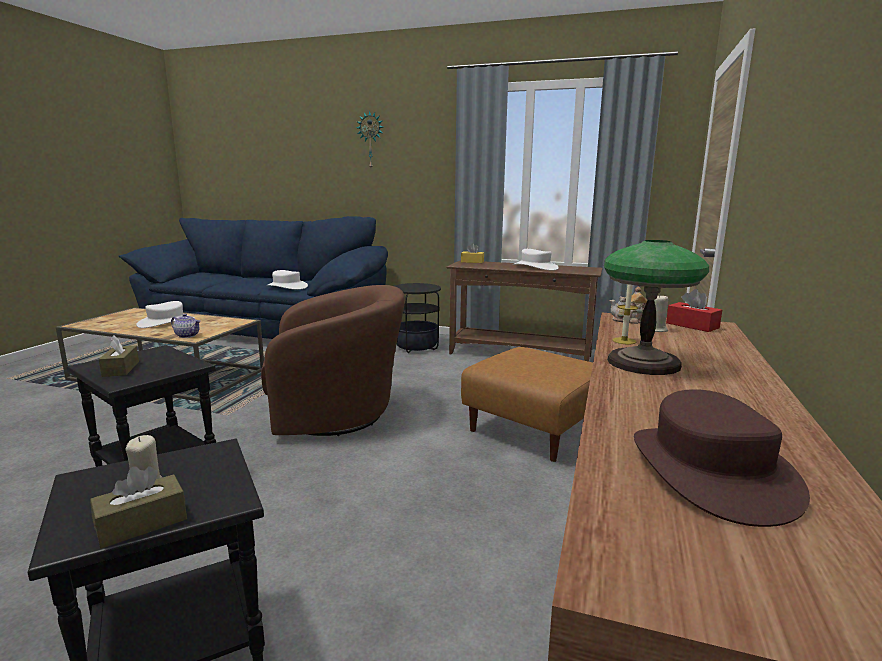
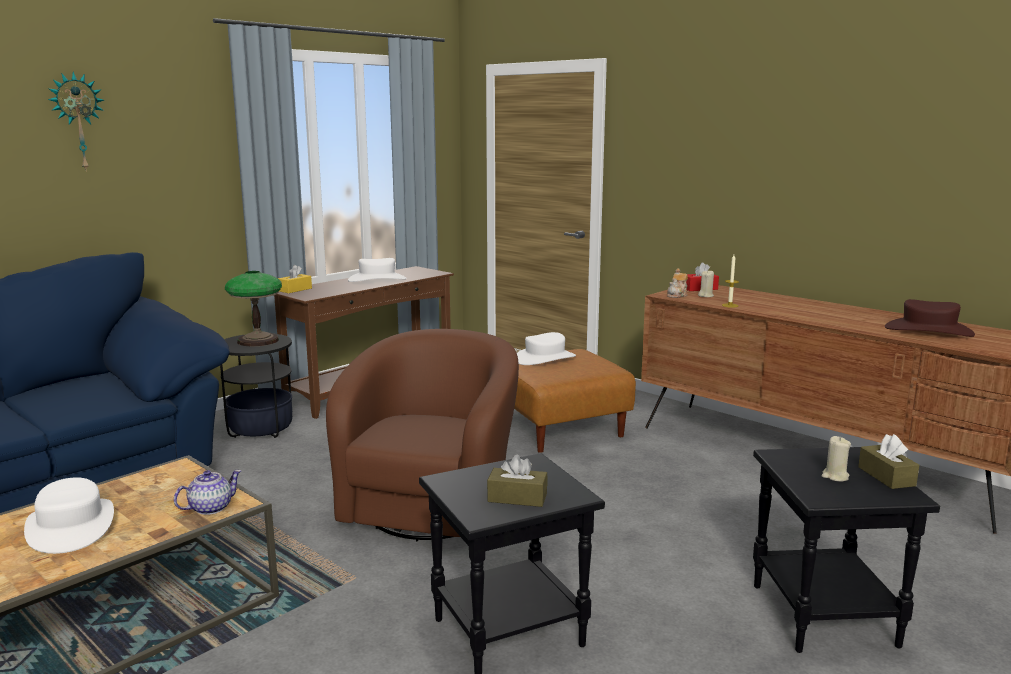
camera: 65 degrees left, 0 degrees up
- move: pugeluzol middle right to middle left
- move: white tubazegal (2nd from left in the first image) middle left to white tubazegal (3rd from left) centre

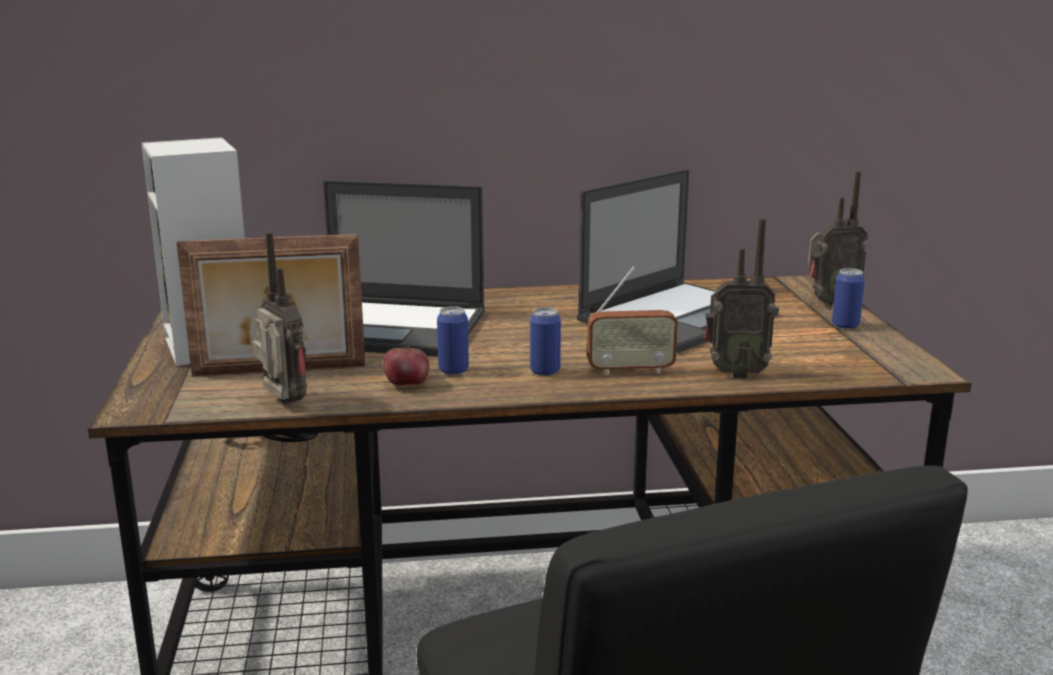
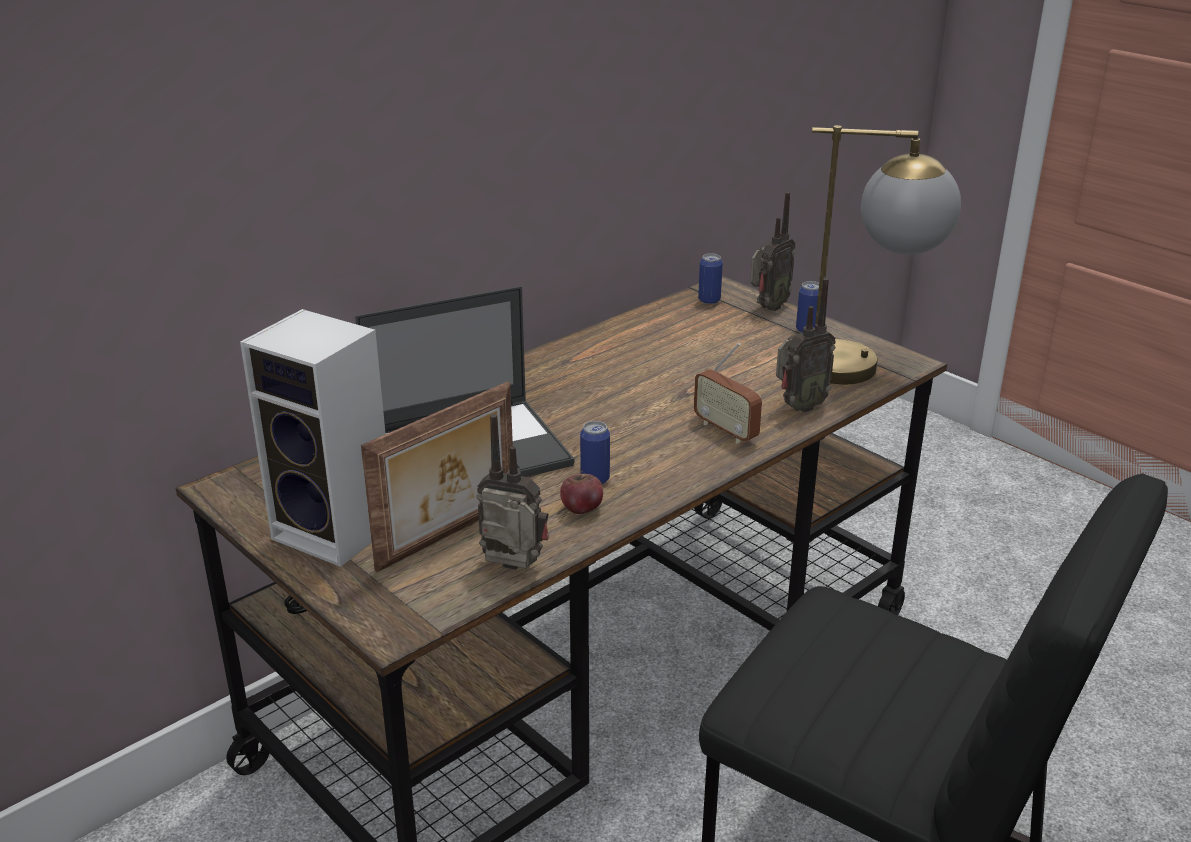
camera: 35 degrees left, 10 degrees up
- rotate: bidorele (2nd from left) centre = centre 90 degrees clockwise
- move: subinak (2nd from left) centre to top centre
- insert: pugeluzol top right
- delete: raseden (2nd from left) centre

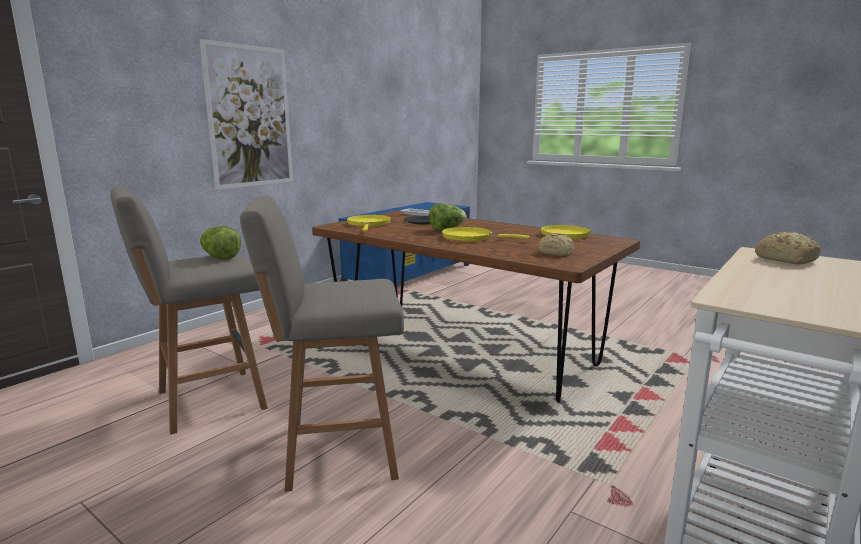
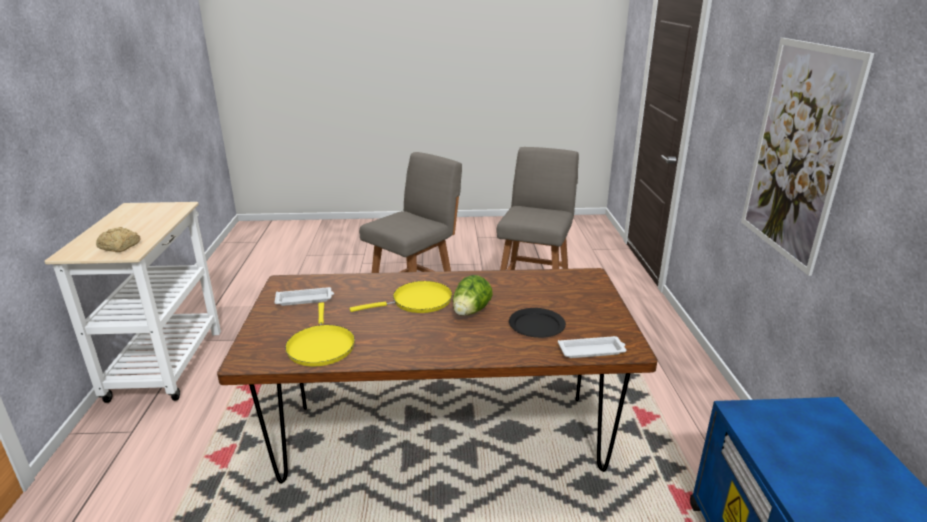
camera: 140 degrees right, 10 degrees up
- replace: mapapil (1st from left) centre to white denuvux (1st from left) middle left
- delete: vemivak (1st from left) middle left
- delete: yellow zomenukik (1st from left) centre

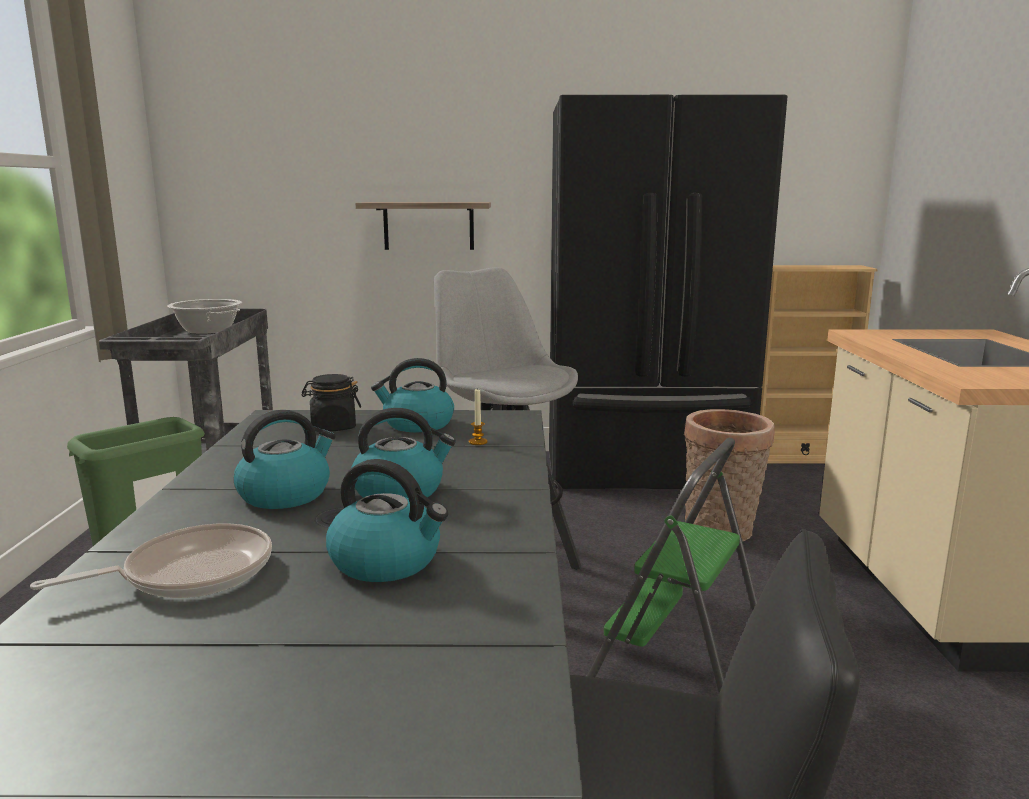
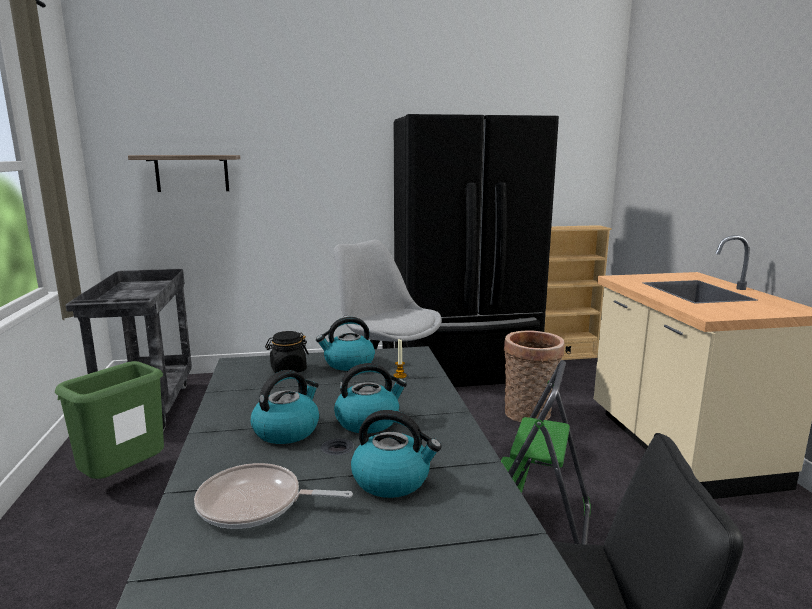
camera: 10 degrees left, 0 degrees up
- move: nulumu top centre to top left
- rotate: zomenukik bottom left = bottom centre 135 degrees counterclockwise
- delete: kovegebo middle left

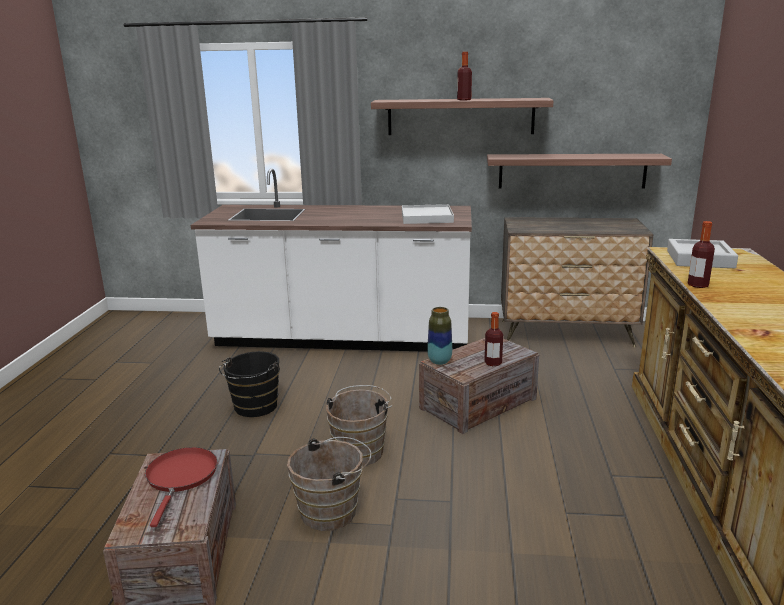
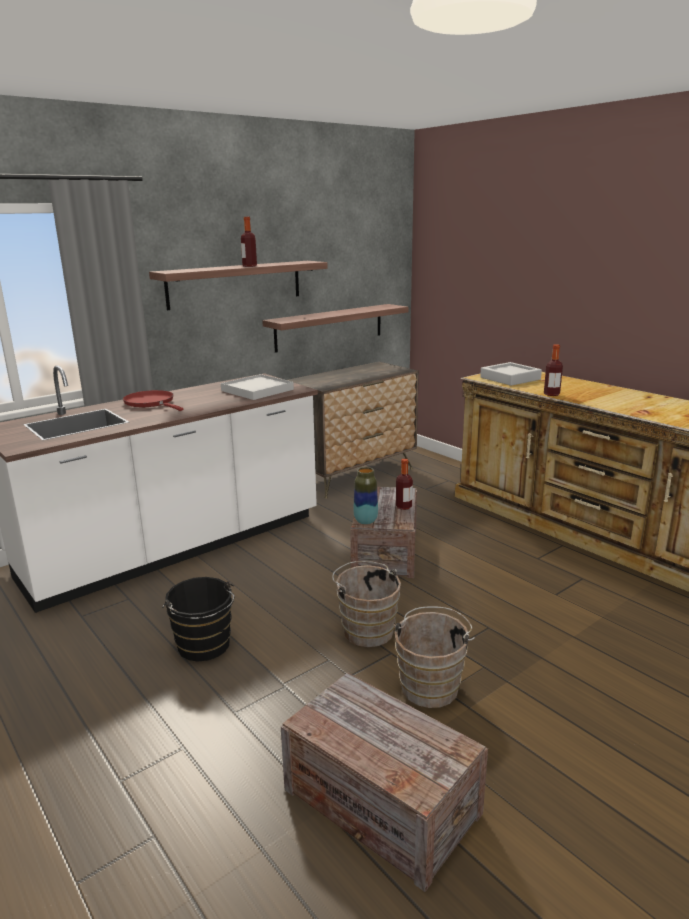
camera: 45 degrees left, 0 degrees up
- move: red zomenukik bottom left to middle left

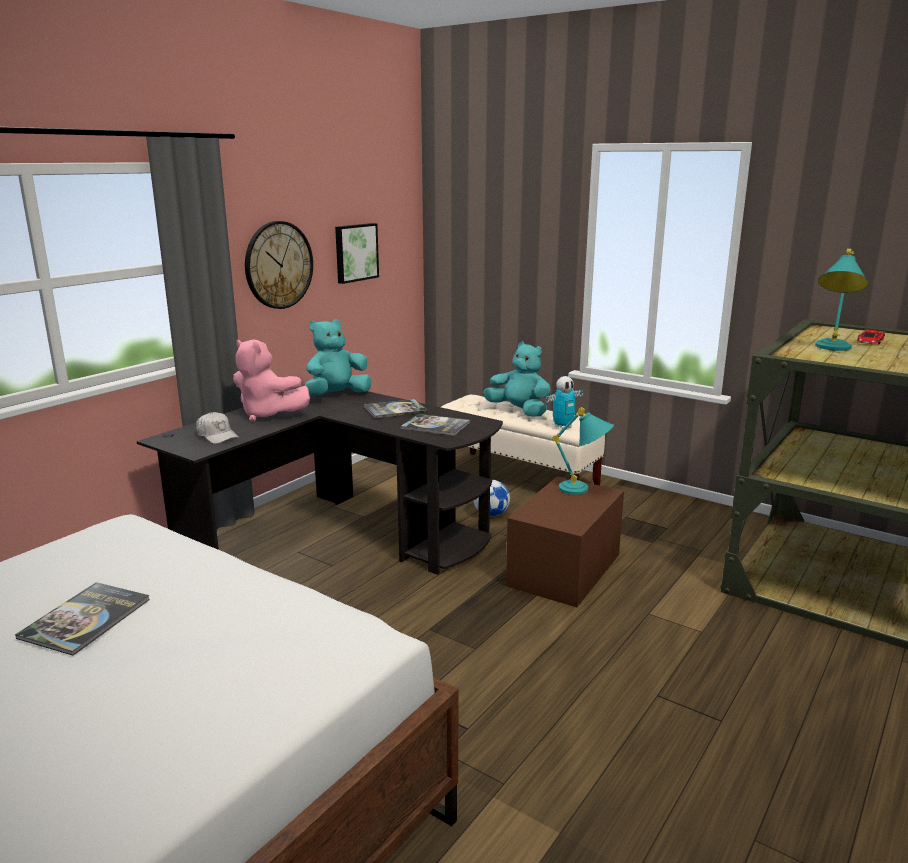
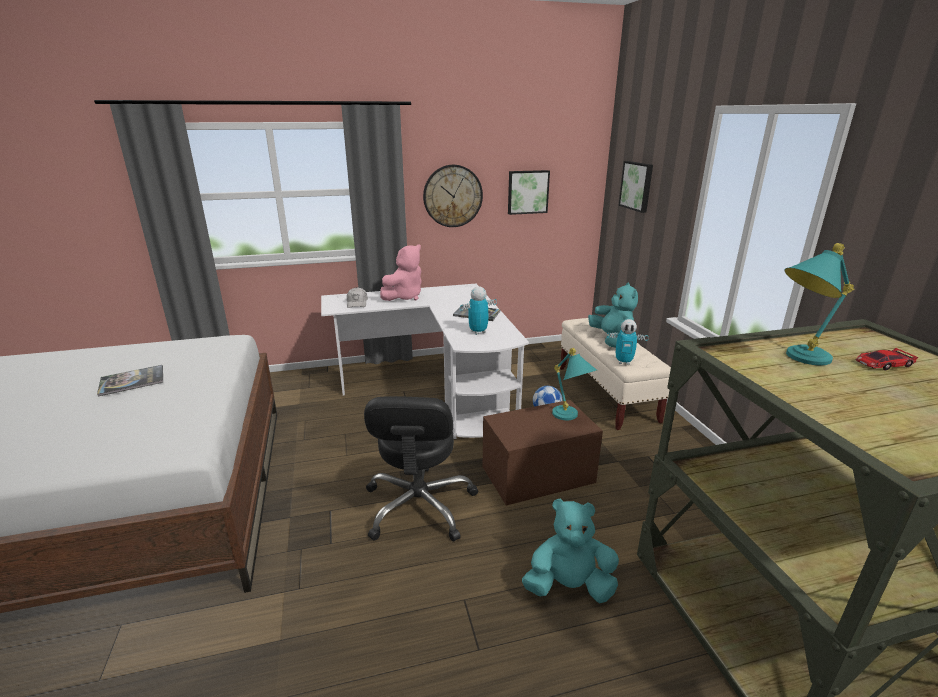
camera: 40 degrees right, 5 degrees up
- recolor: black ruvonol centre to white ruvonol centre
- insert: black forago bottom centre
- rotate: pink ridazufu middle left = centre 120 degrees counterclockwise
- replace: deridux (3rd from left) centre to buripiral (1st from left) centre
- move: turquoise ridazufu (1st from left) centre to bottom centre
- insert: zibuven (2nd from left) top right

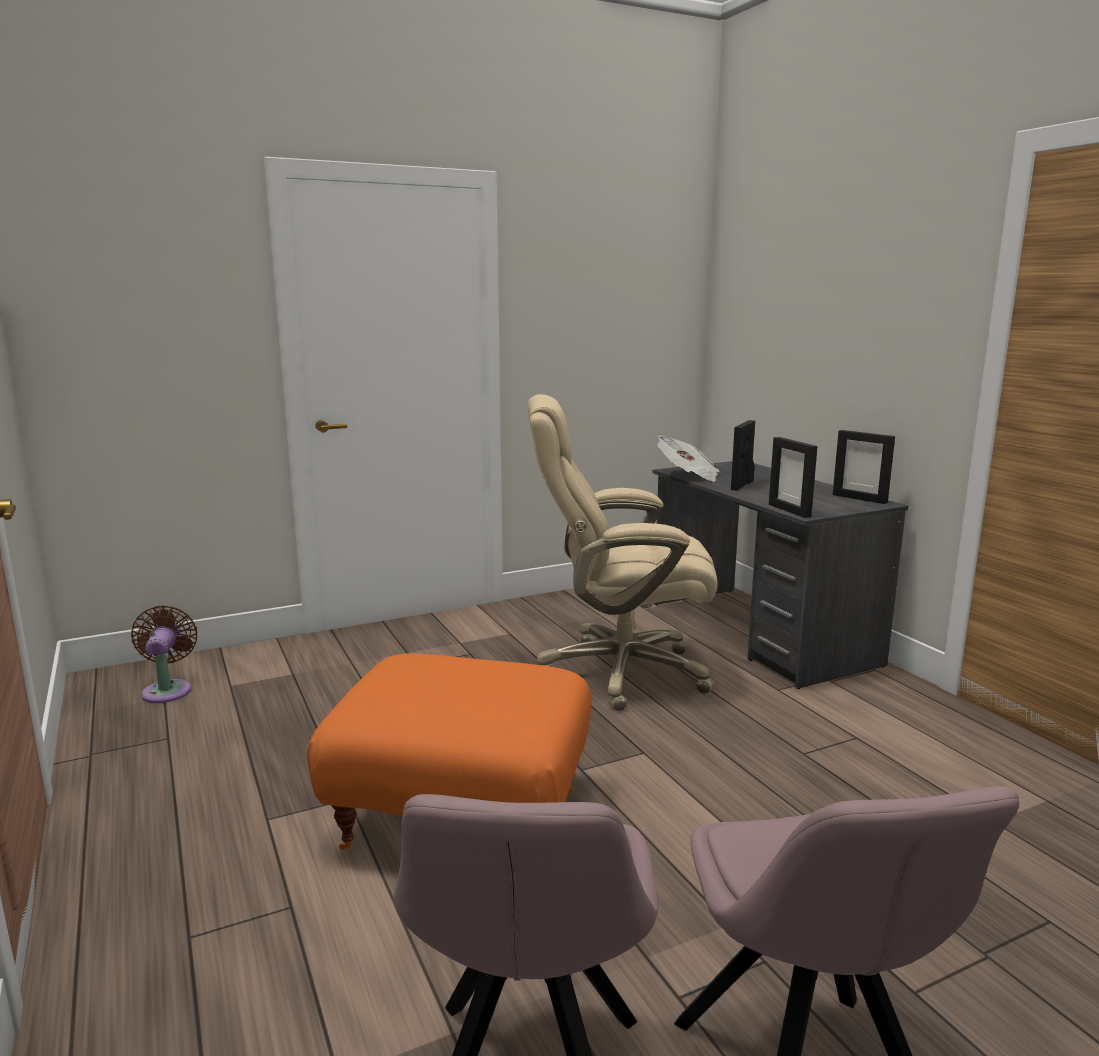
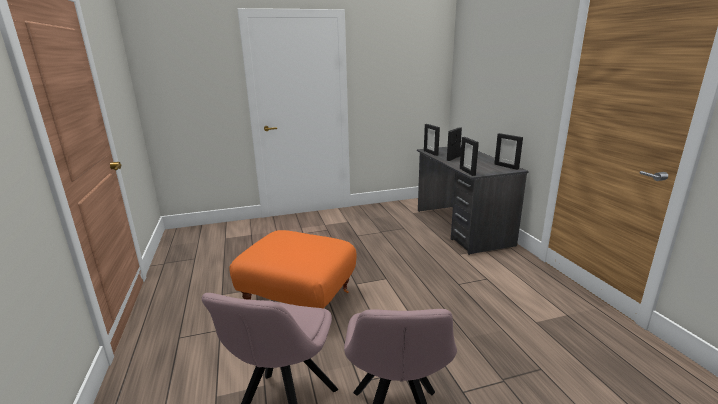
camera: 10 degrees right, 5 degrees up
- replace: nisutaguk centre to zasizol (1st from left) centre
- delete: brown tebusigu middle left
- delete: beige forago centre

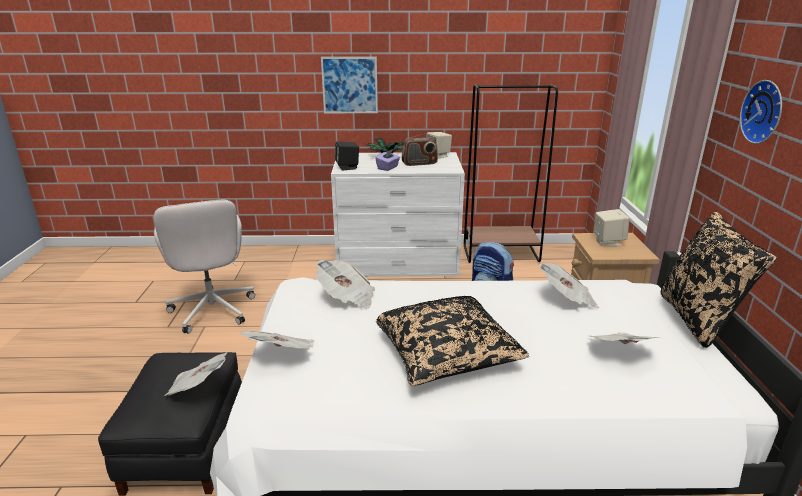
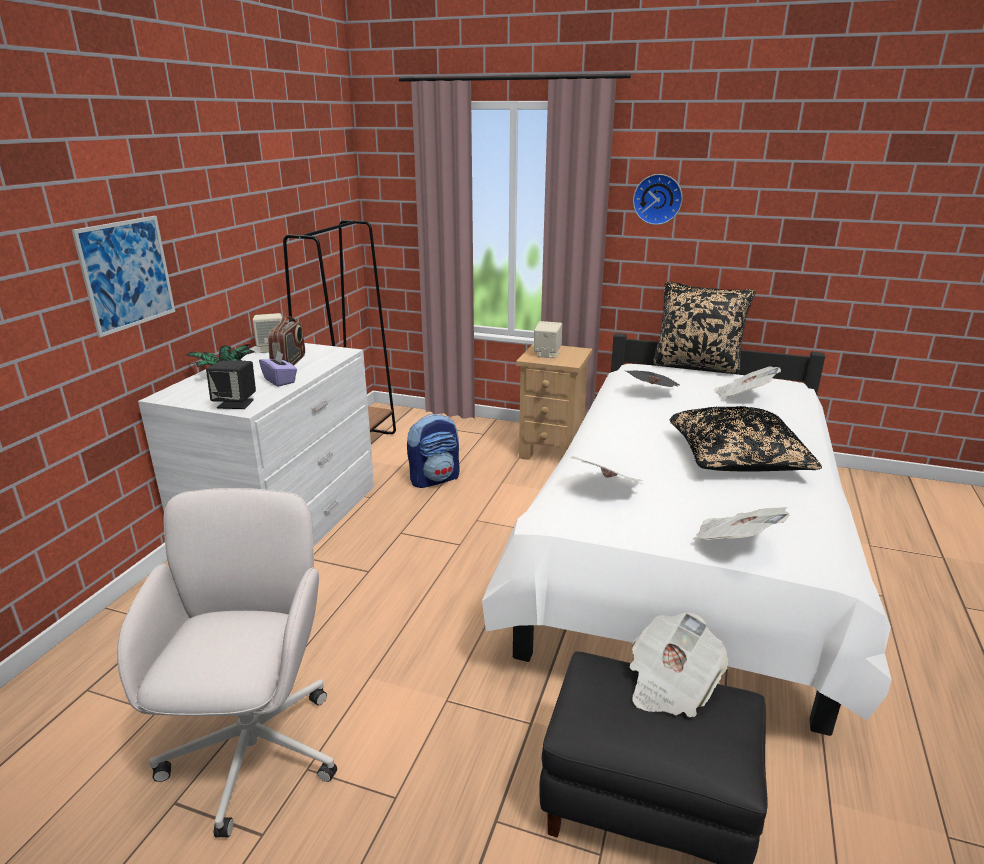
camera: 70 degrees left, 0 degrees up
- rotate: white forago middle left = bottom left 90 degrees counterclockwise

